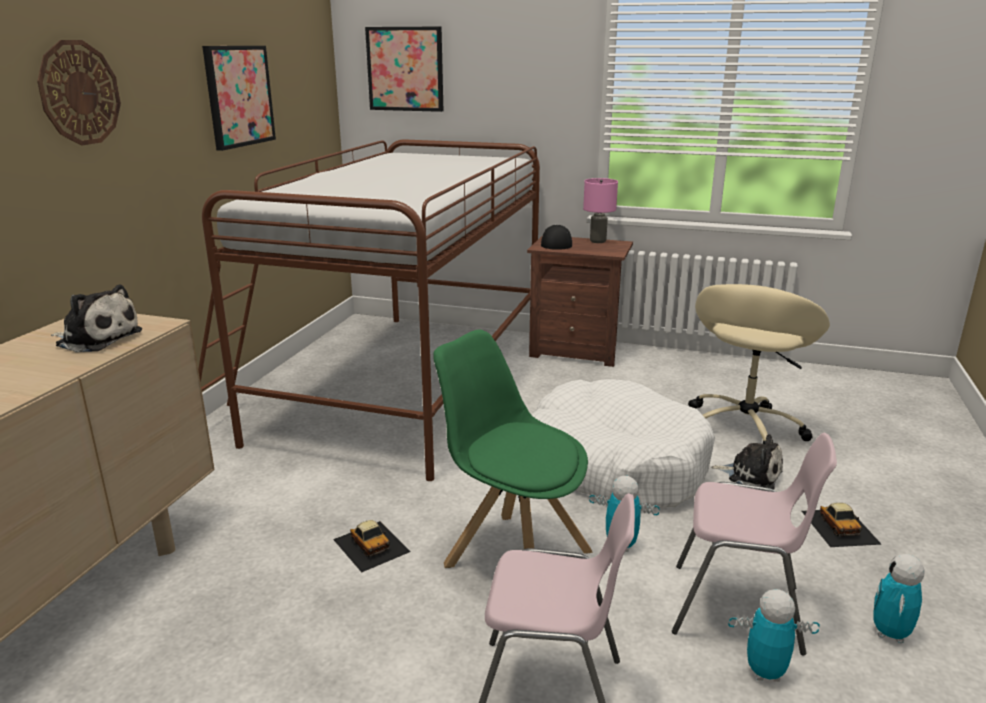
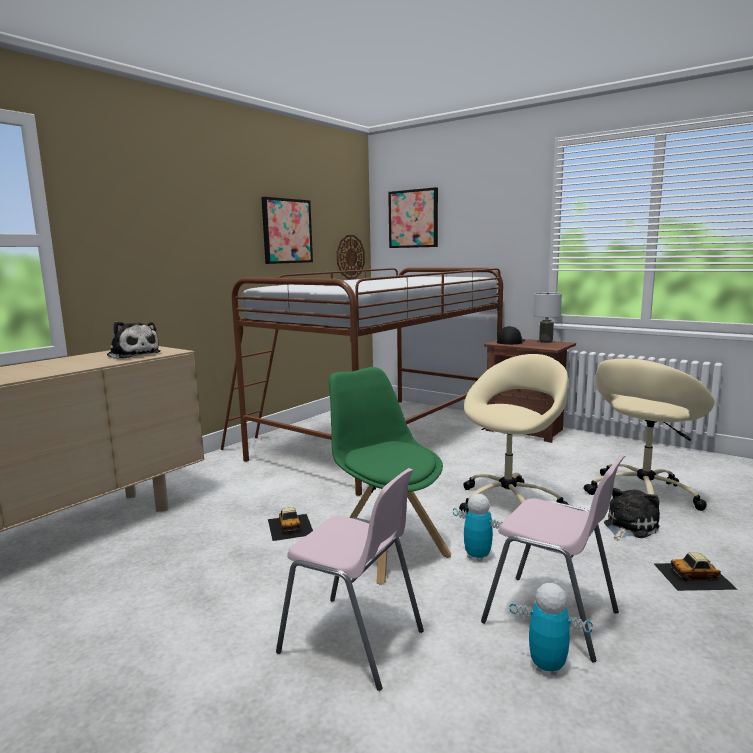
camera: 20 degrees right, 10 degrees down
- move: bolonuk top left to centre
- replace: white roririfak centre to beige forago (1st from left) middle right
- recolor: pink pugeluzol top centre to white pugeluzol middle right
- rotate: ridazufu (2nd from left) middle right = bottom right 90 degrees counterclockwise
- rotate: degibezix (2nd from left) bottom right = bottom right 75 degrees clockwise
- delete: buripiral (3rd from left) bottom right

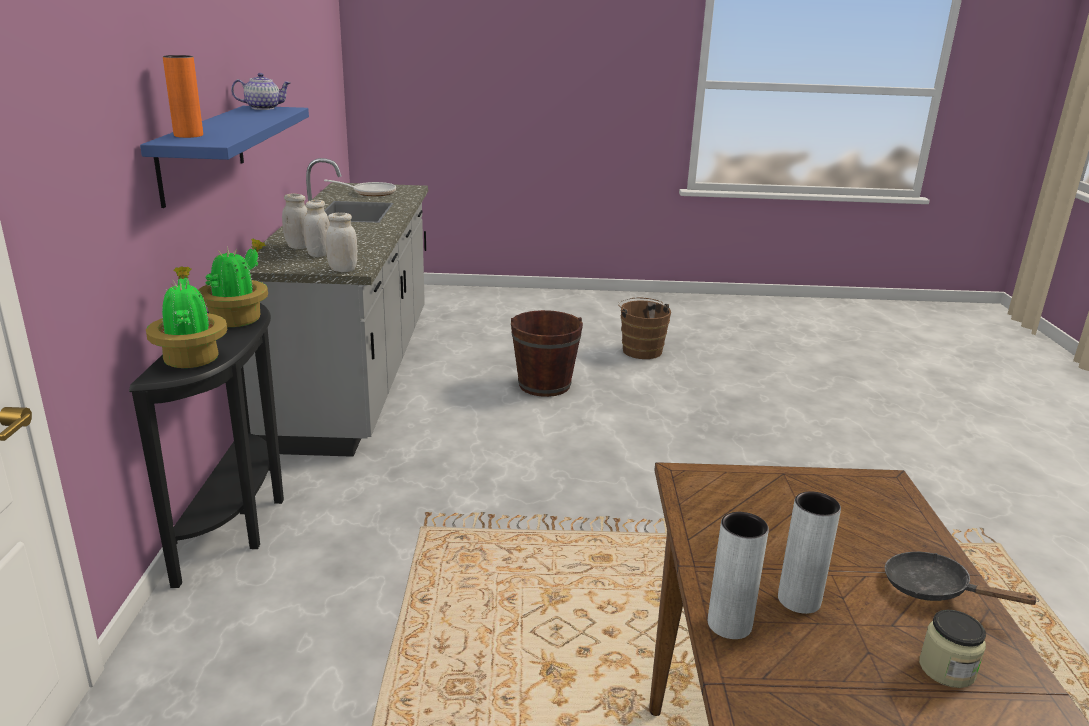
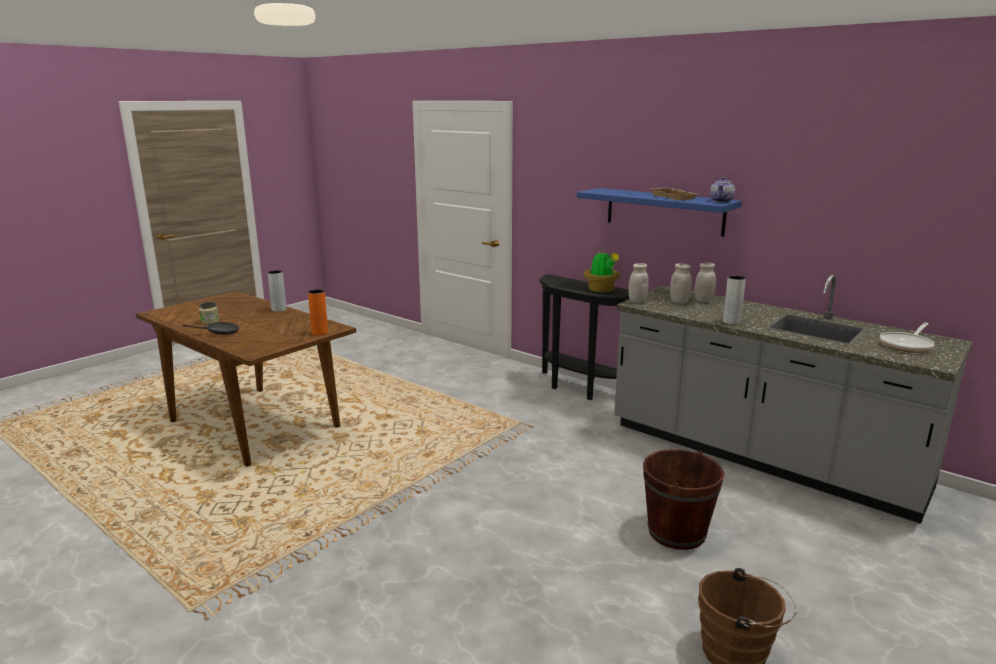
camera: 130 degrees right, 5 degrees down
- move: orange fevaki top left to middle left
- insert: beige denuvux top right
- move: grey fevaki (2nd from left) bottom right to middle right
- delete: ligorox (1st from left) middle left

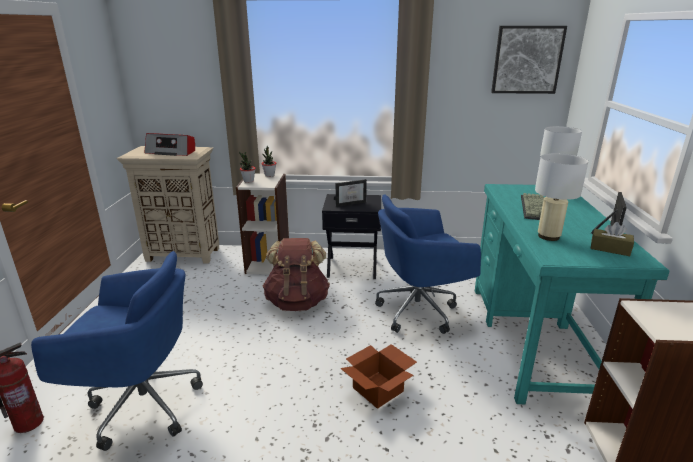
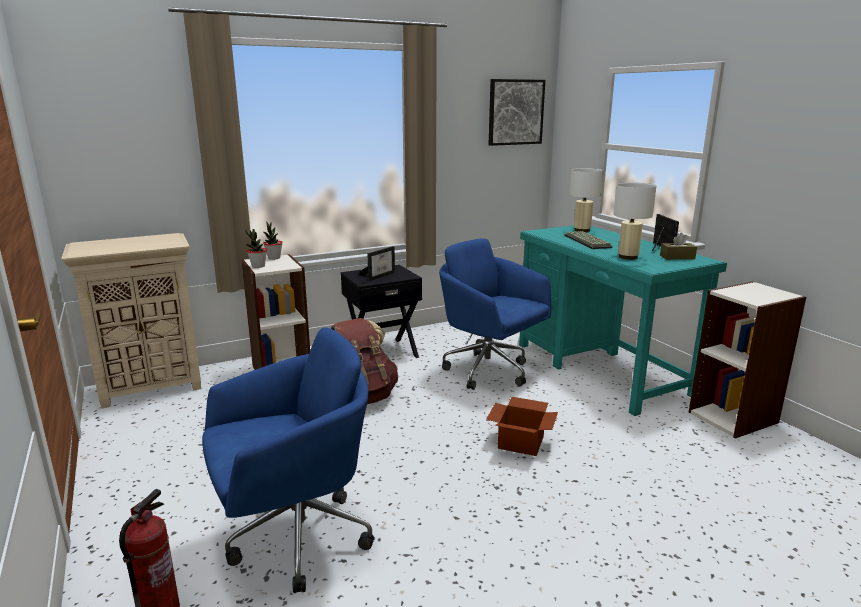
camera: 30 degrees left, 5 degrees down
- rotate: blue forago (2nd from left) centre = centre 90 degrees clockwise
- delete: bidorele top left

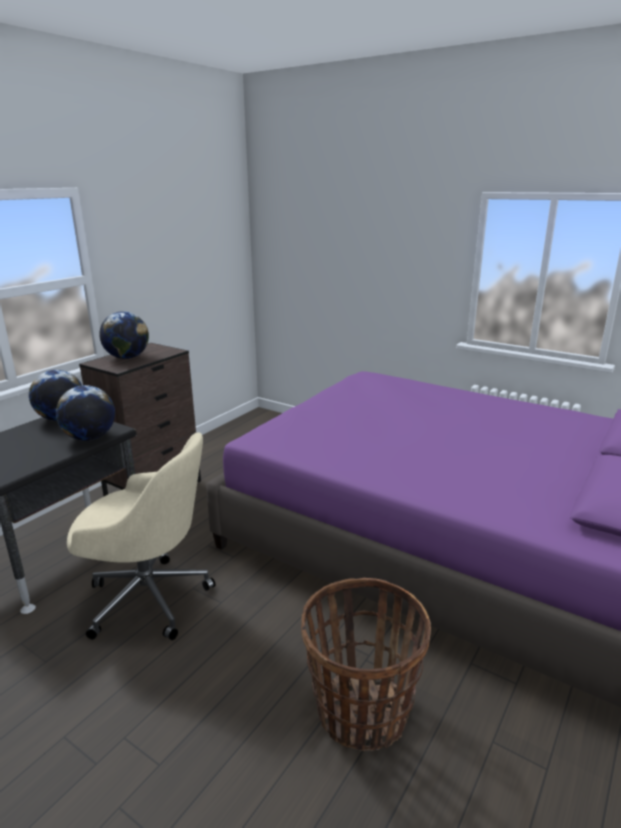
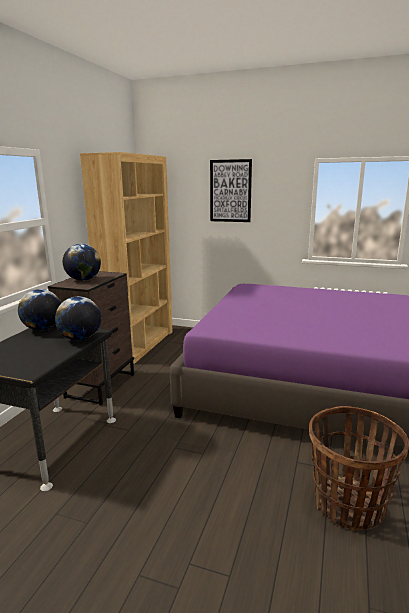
camera: 15 degrees left, 5 degrees down
- insert: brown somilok middle left
- insert: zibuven top centre
- delete: beige forago middle left

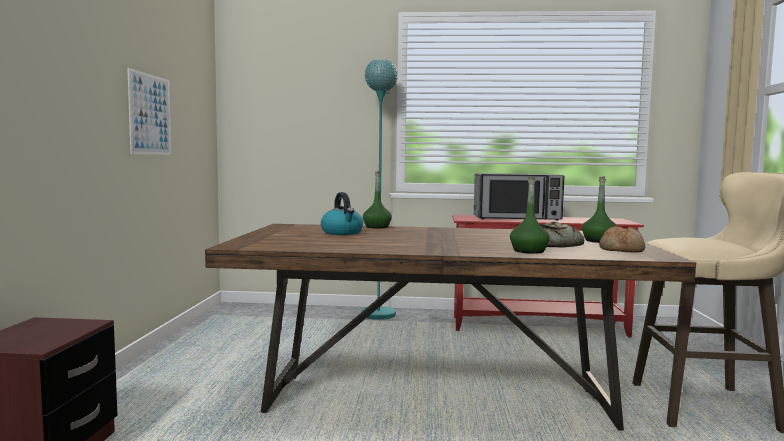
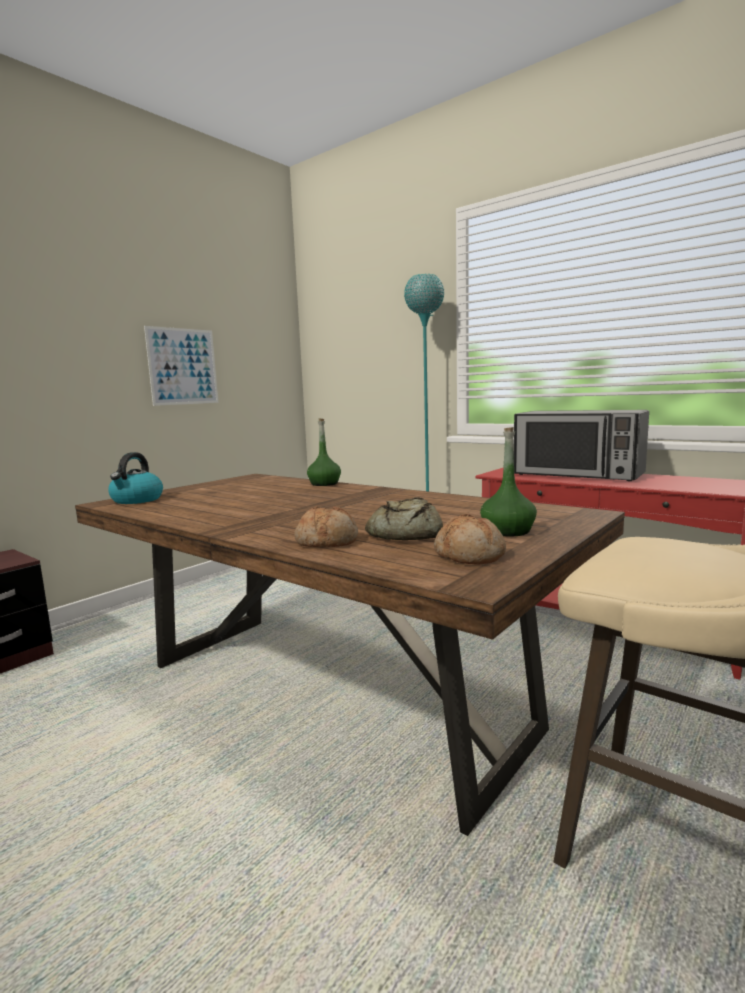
camera: 35 degrees right, 5 degrees up
- move: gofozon centre to middle left
- replace: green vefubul (2nd from left) middle right to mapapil (1st from left) centre

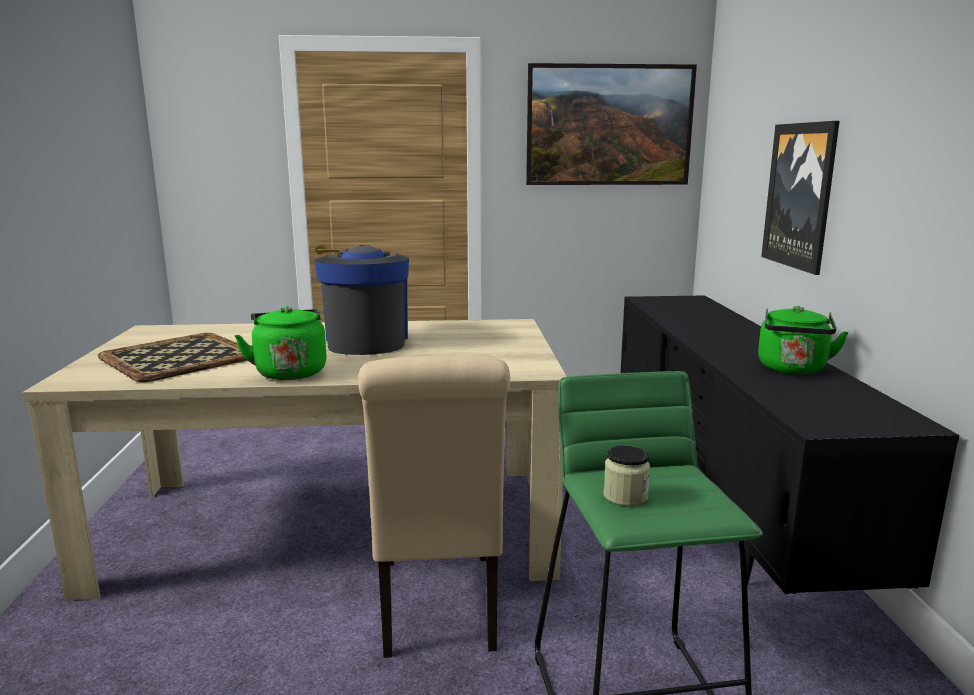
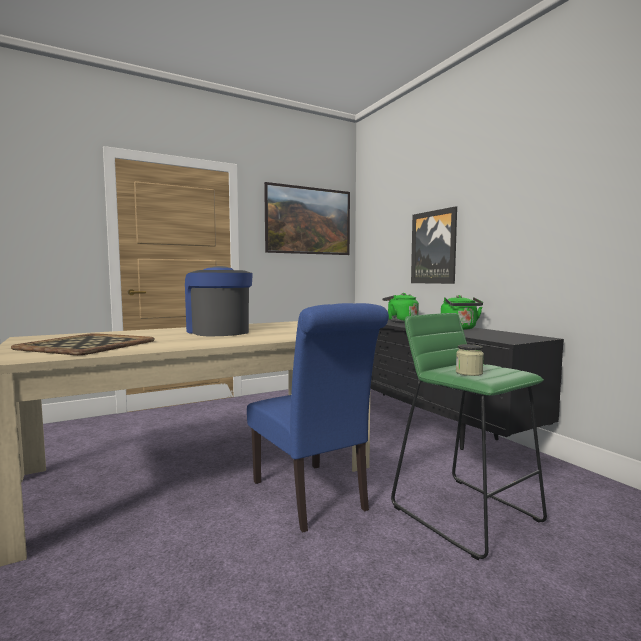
camera: 25 degrees left, 10 degrees down
- recolor: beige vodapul bottom centre to blue vodapul centre
- move: green gofozon (1st from left) middle left to centre

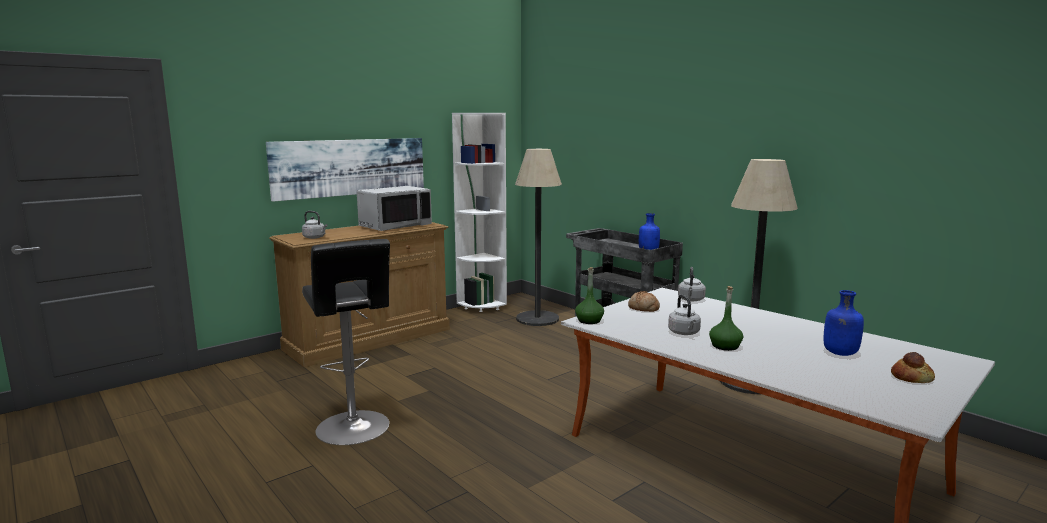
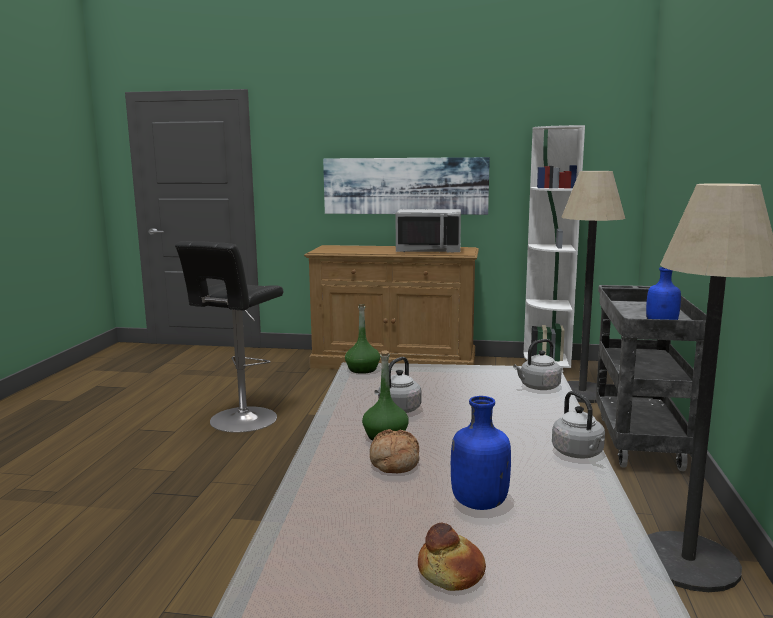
camera: 50 degrees right, 0 degrees up
- move: mapapil (1st from left) centre to bottom centre
- move: grey gofozon (1st from left in the first image) middle left to grey gofozon (3rd from left) bottom right

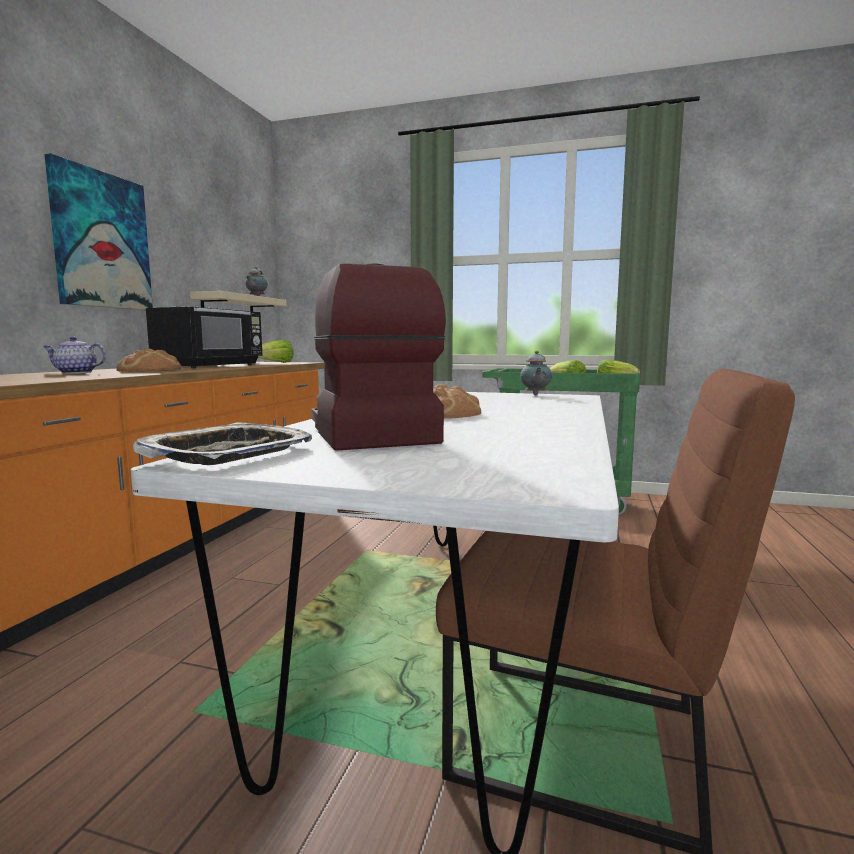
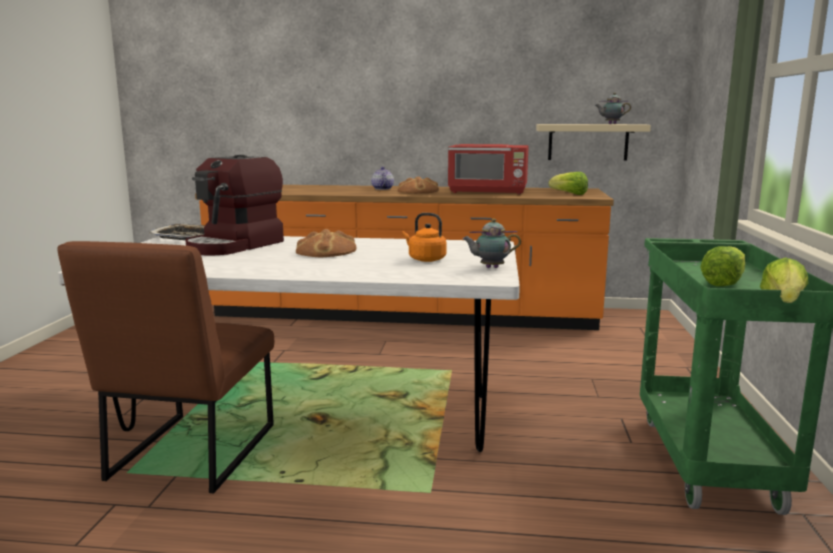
camera: 80 degrees right, 5 degrees up
- rotate: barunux centre = middle left 150 degrees clockwise
- insert: orange gofozon centre
- recolor: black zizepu middle left to red zizepu top centre
- delete: zibuven top left

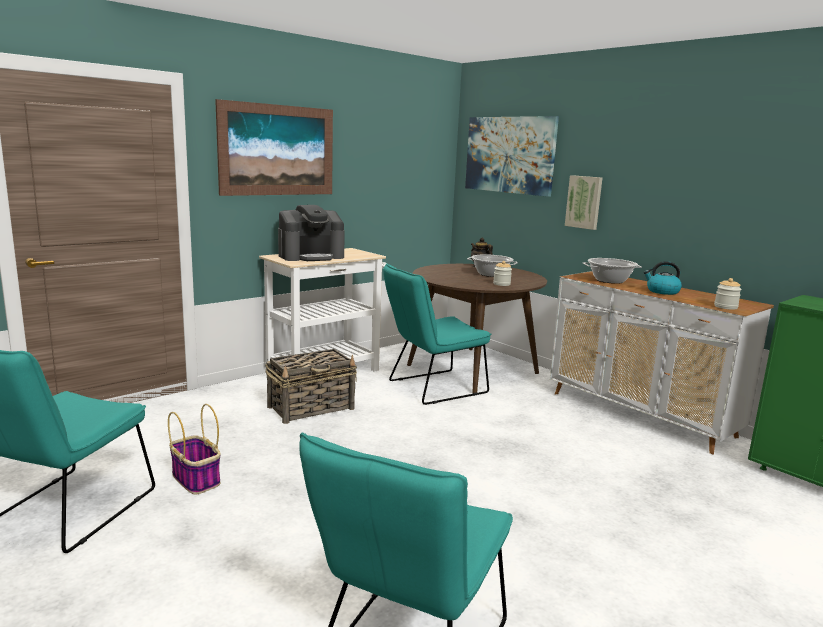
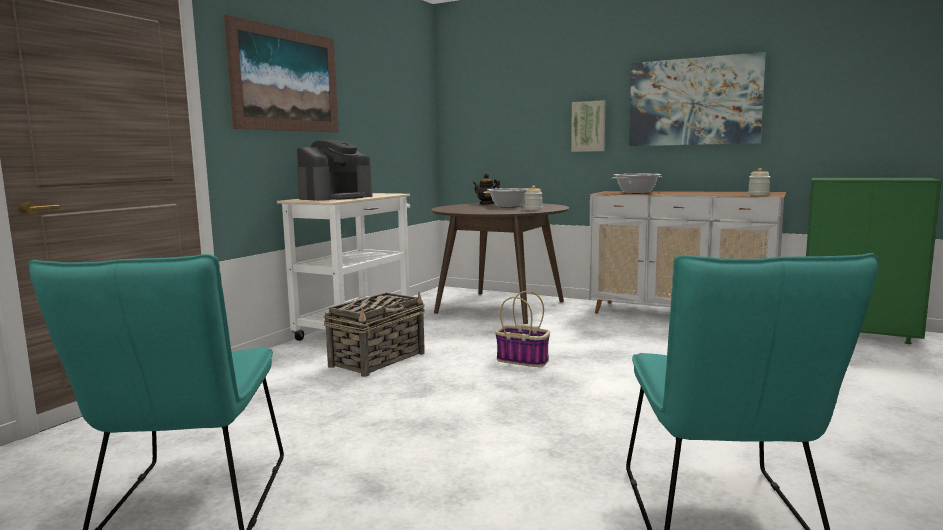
camera: 20 degrees left, 5 degrees down
- move: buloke (1st from left in the first image) bottom left to buloke (2nd from left) centre
- move: zibuven (2nd from left in the first image) top centre to zibuven (3rd from left) top right
- delete: turquoise vodapul (3rd from left) centre
- delete: gofozon middle right

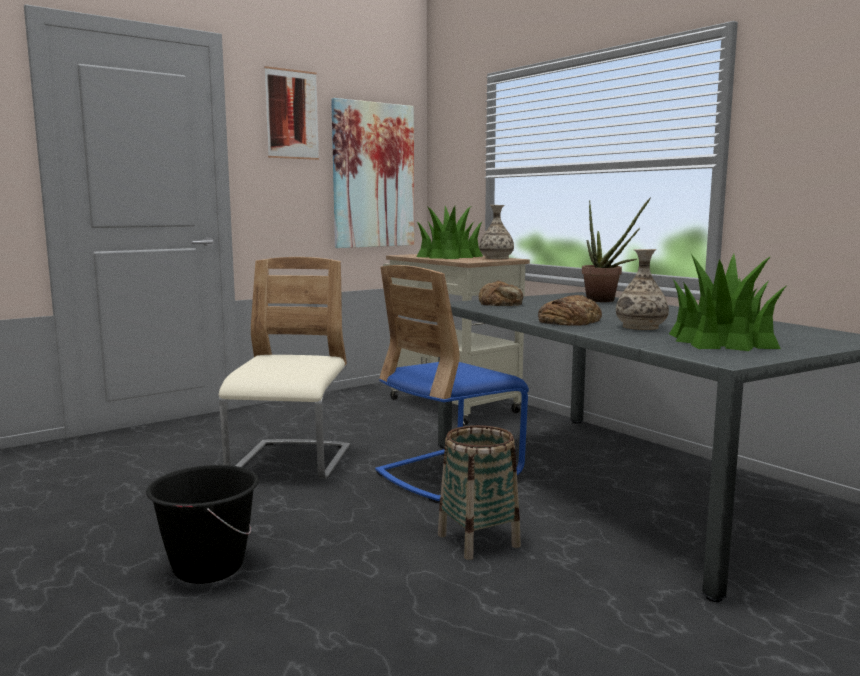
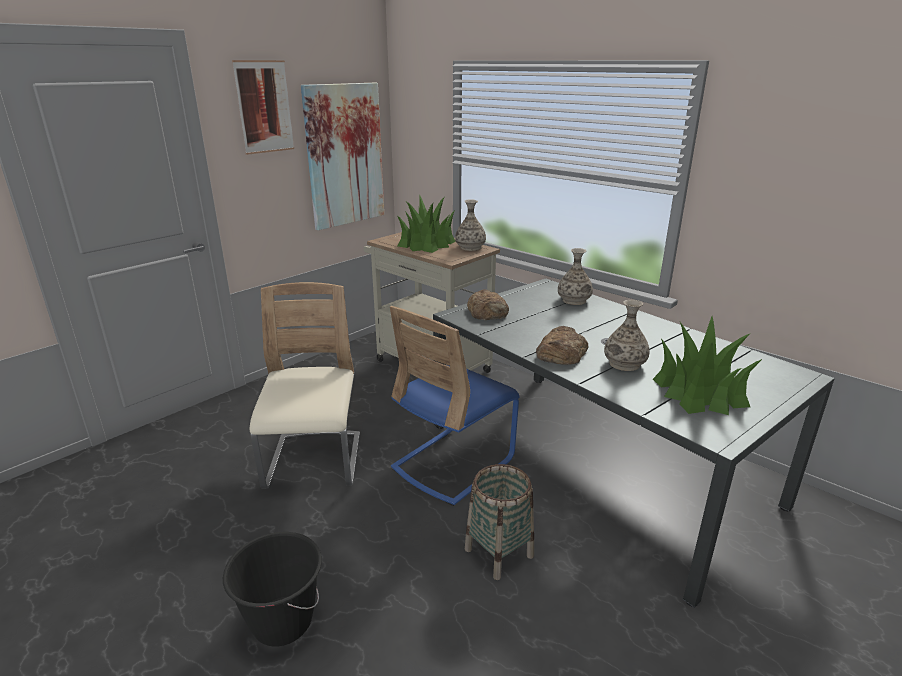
camera: 10 degrees left, 15 degrees up
- replace: ligorox (2nd from left) middle right to fevaki (2nd from left) centre

